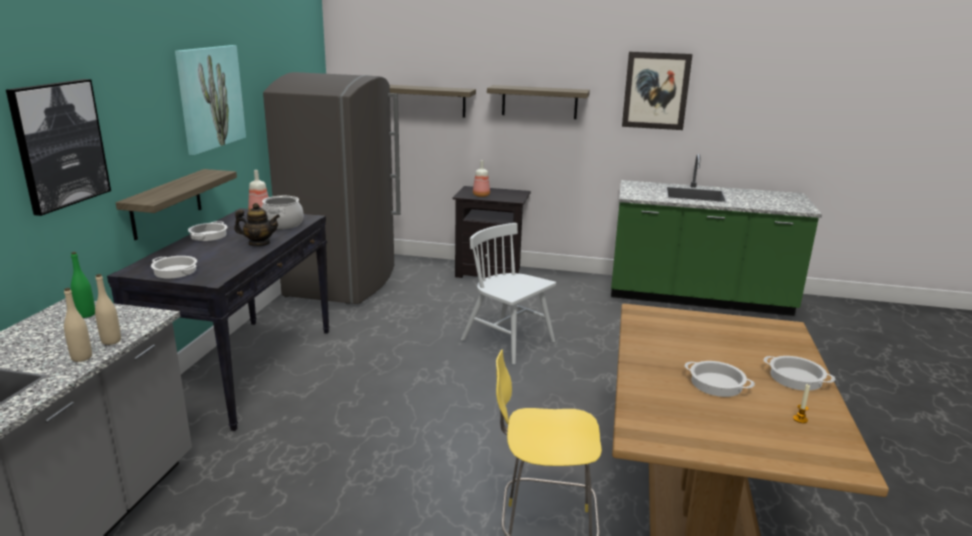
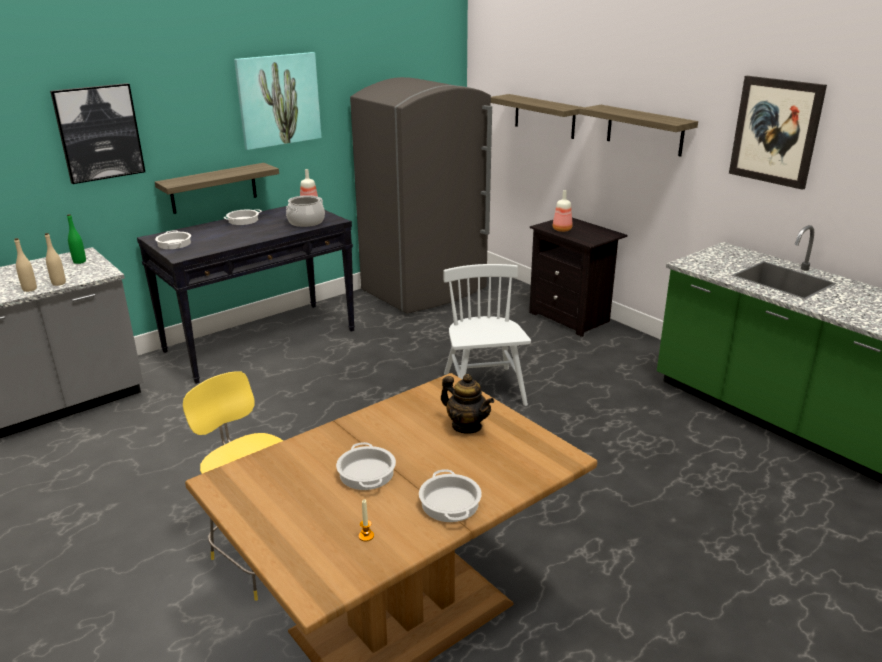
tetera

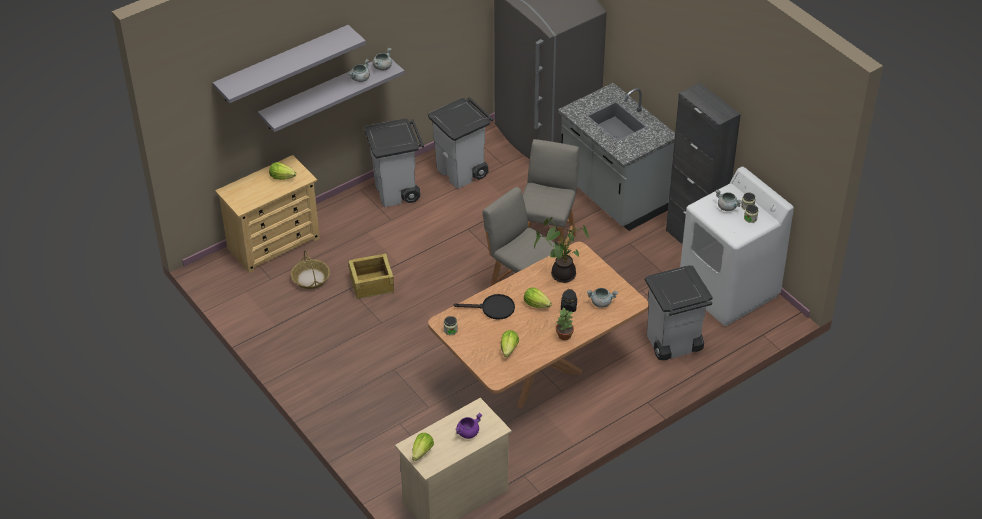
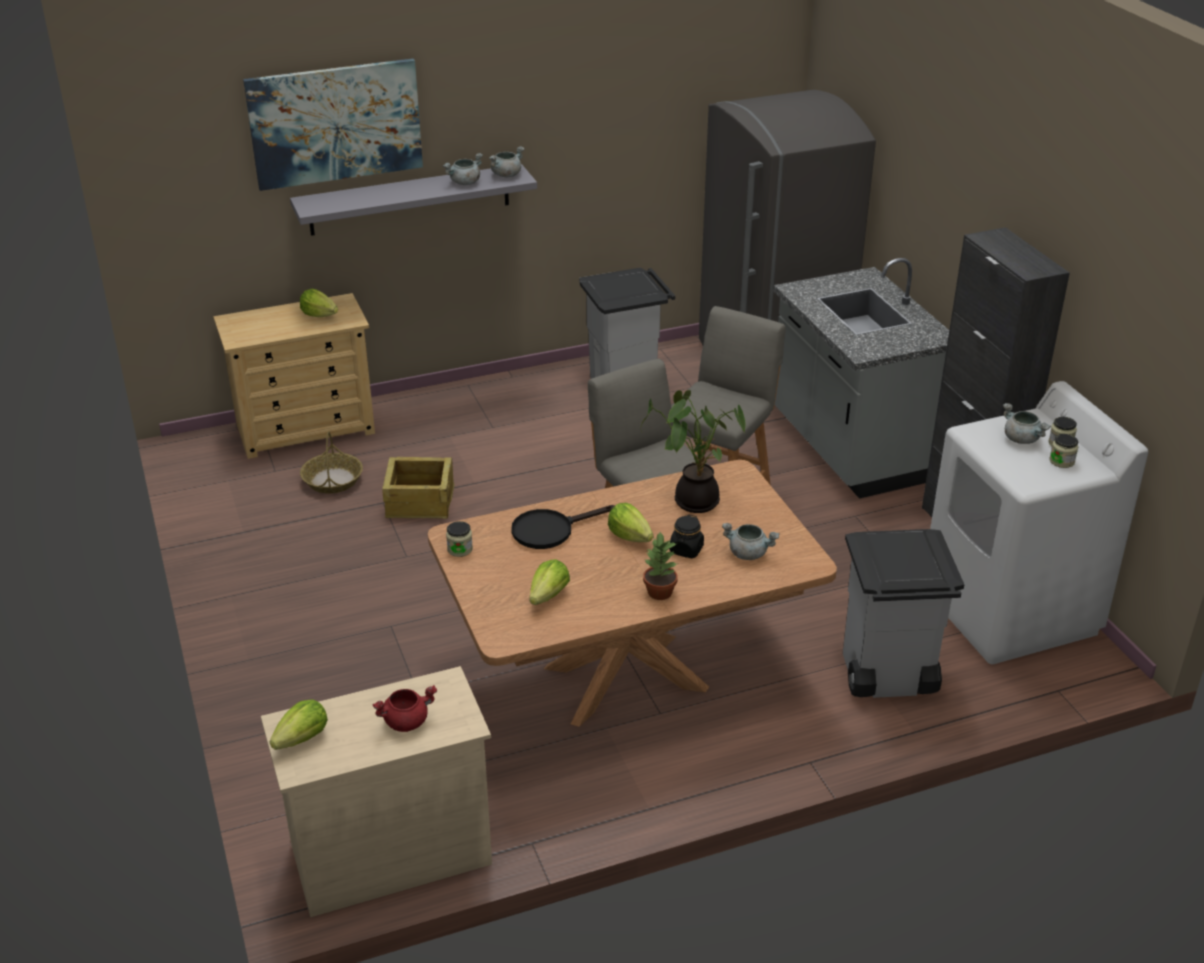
cuadro
papelera/gris (no. 1 from left in the first image)
sartén/negro
olla/rojo

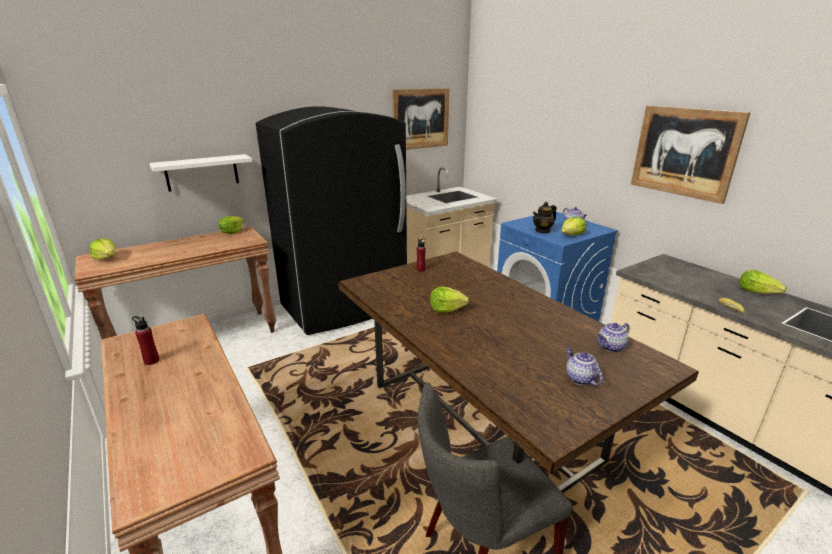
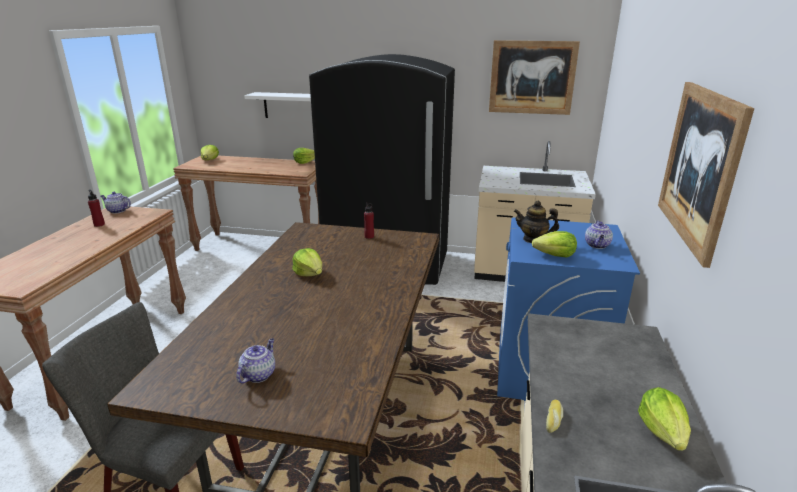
tetera (no. 1 from left)

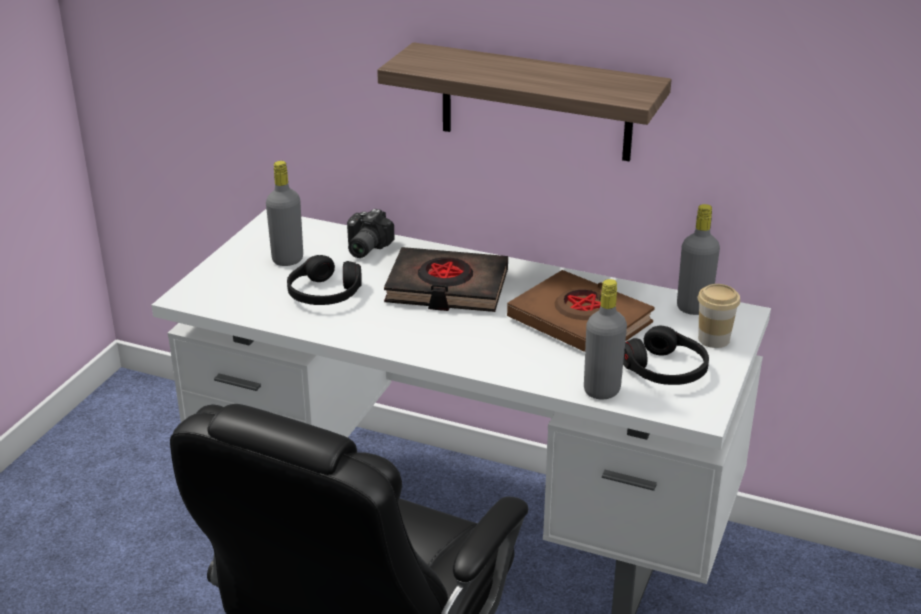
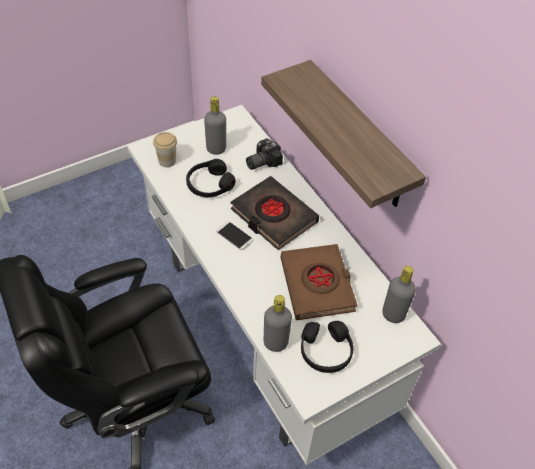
taza
móvil

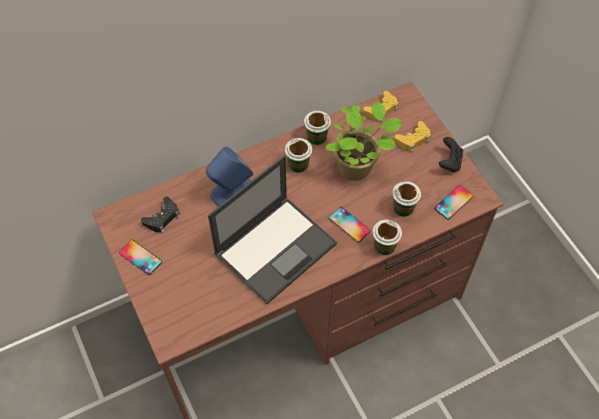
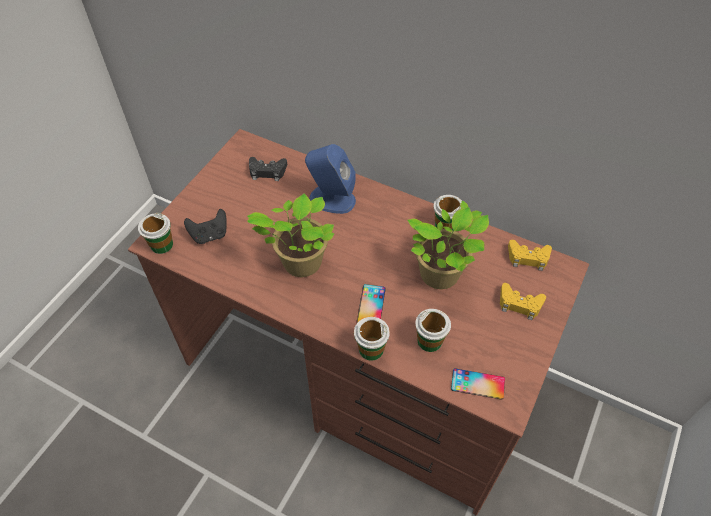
mando de consola/negro (no. 1 from left)
taza (no. 1 from left)
planta en maceta (no. 1 from left)
móvil (no. 1 from left in the first image)

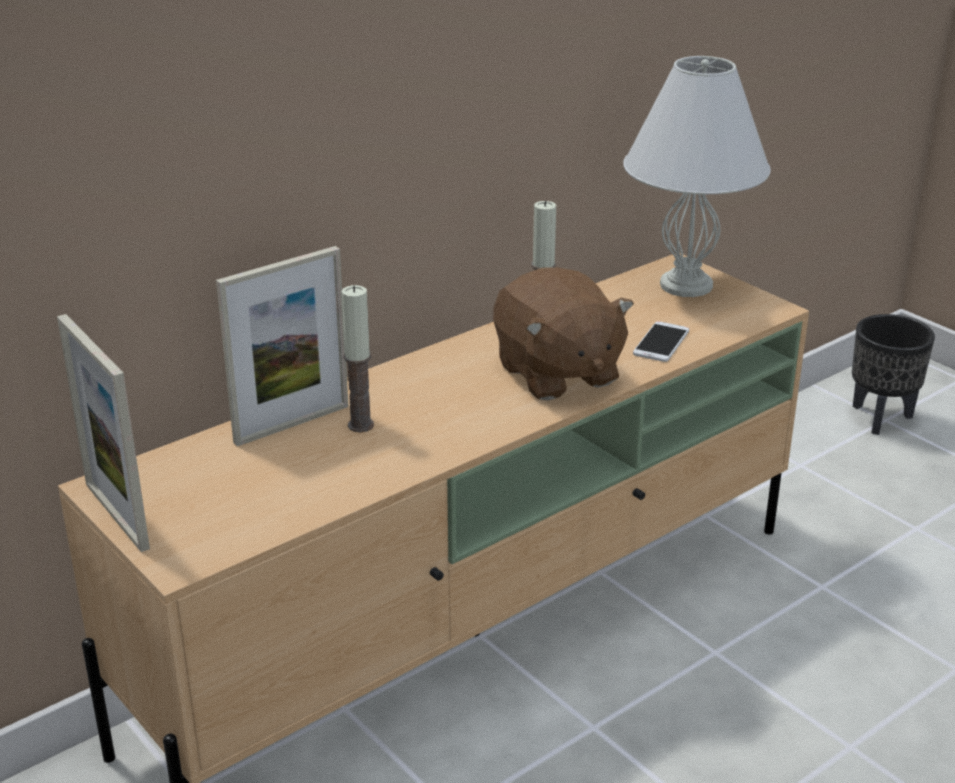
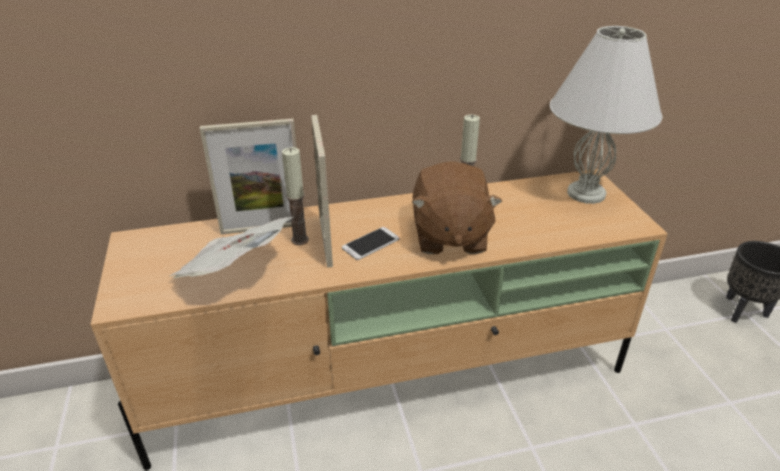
portarretratos (no. 2 from left)
móvil
periódico

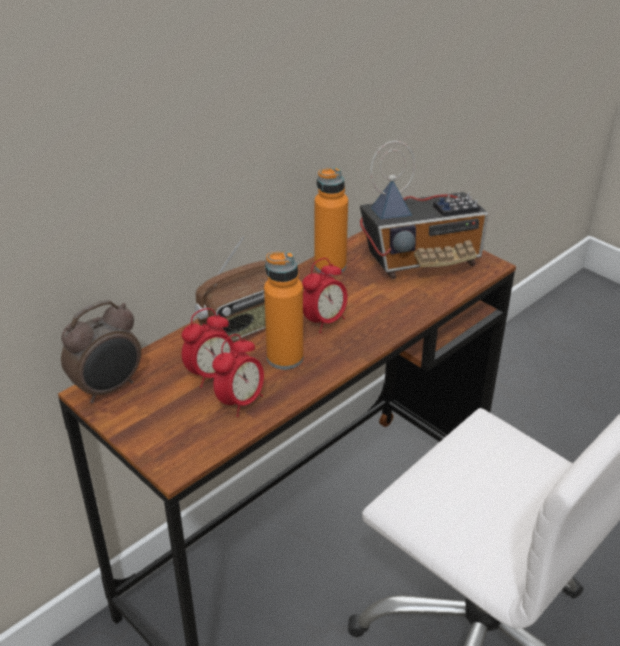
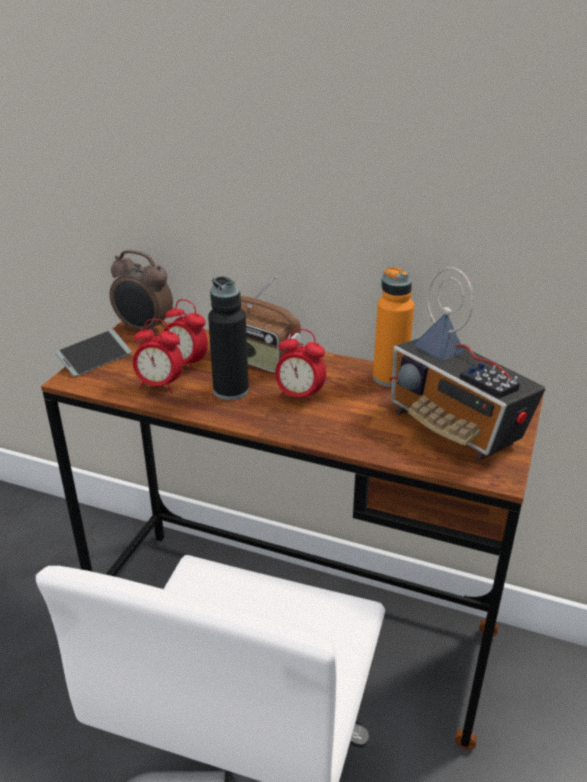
botella/negro
móvil

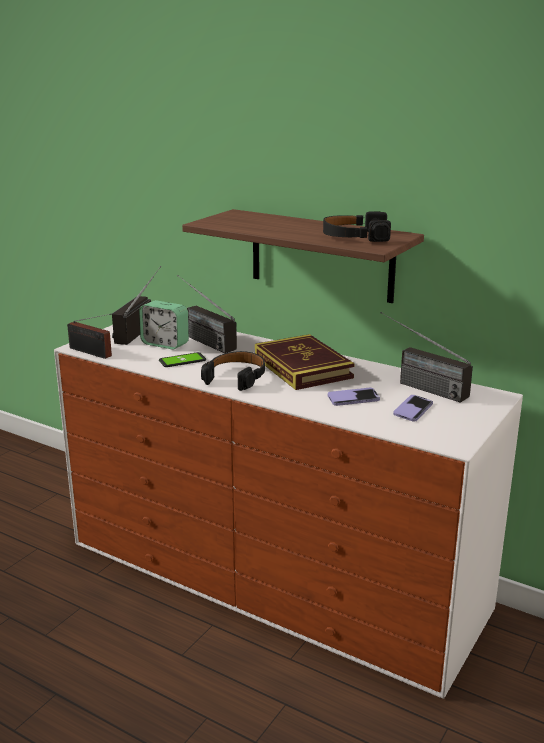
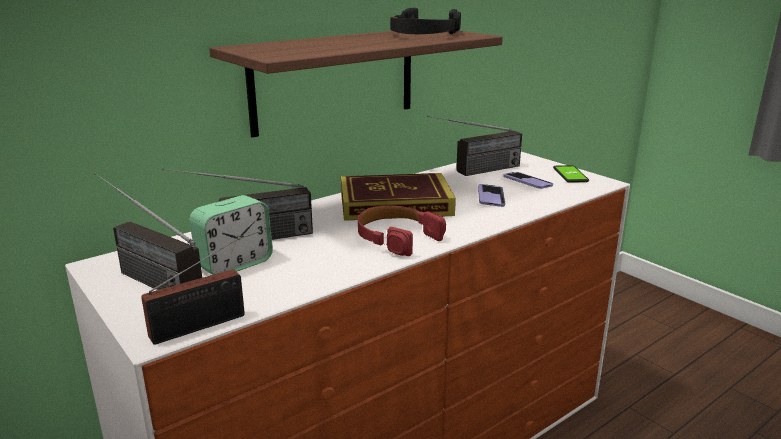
auriculares/rojo
móvil (no. 3 from left)

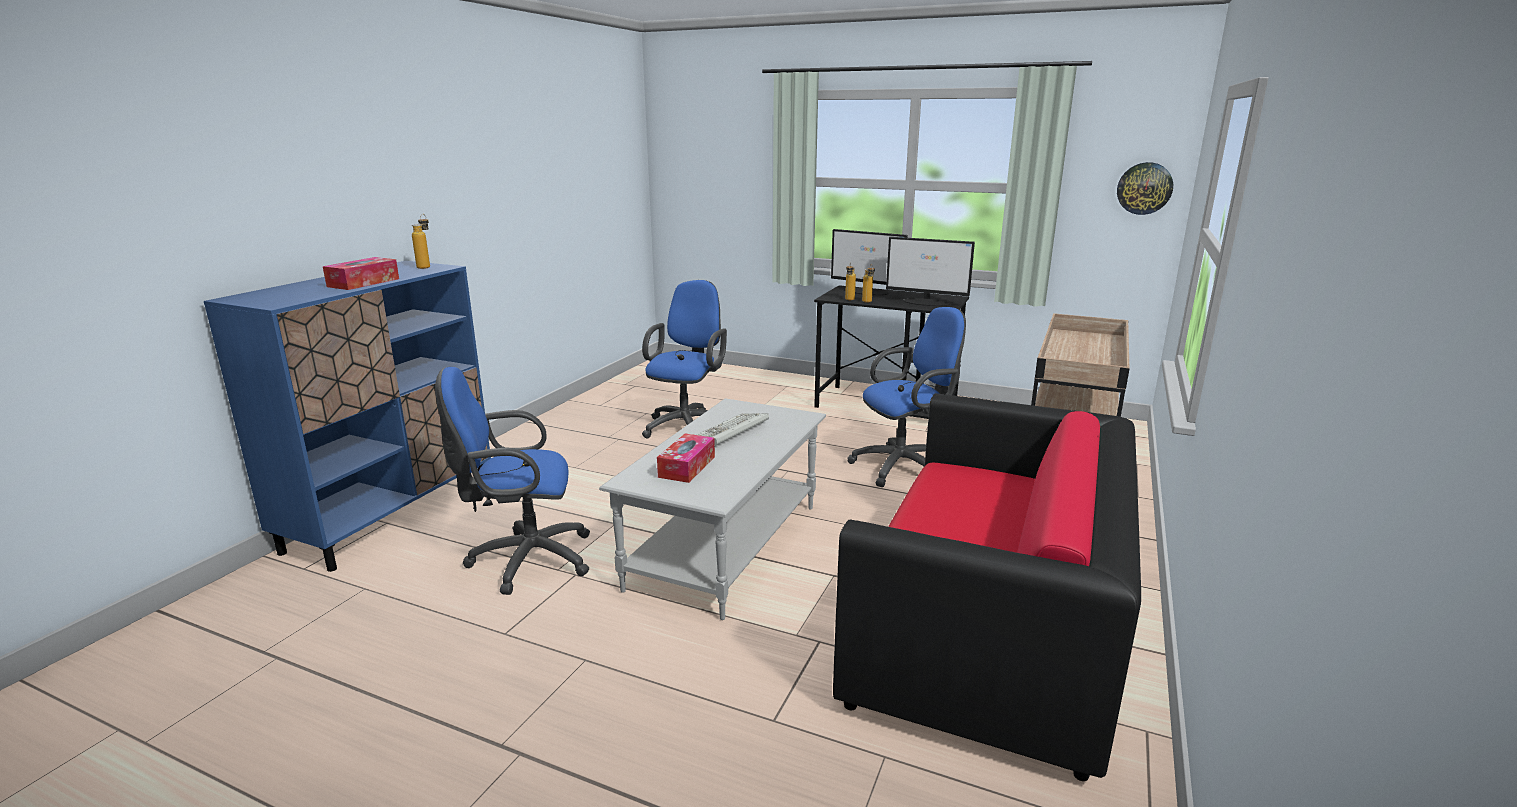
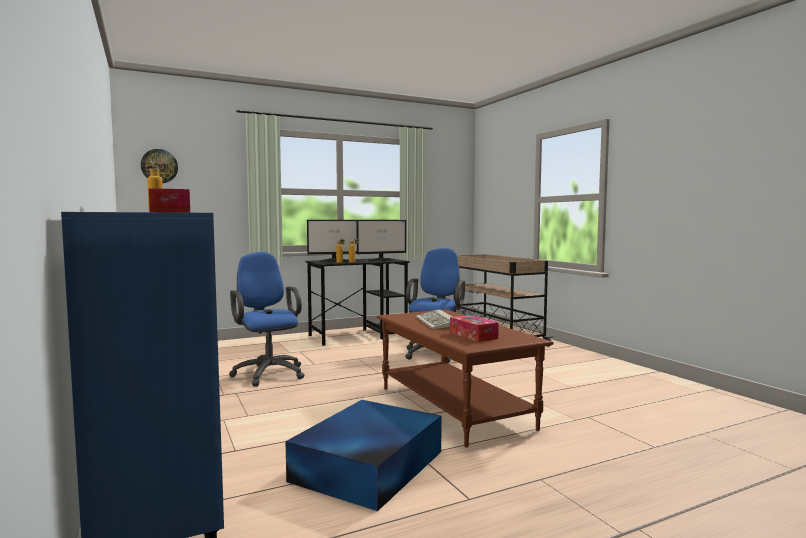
reloj de pared
caja de almacenaje/azul
sofá
mesa de centro/marrón

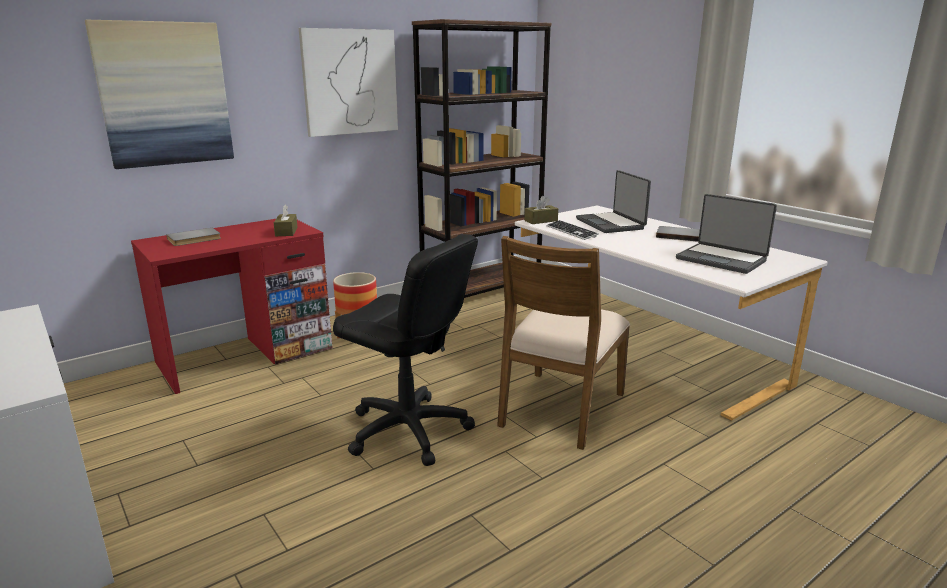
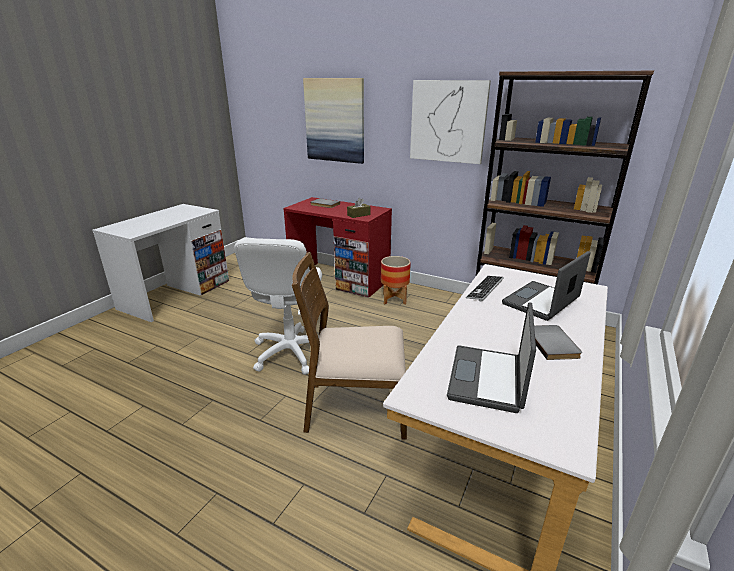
caja de pañuelos/marrón (no. 2 from left in the first image)
silla de oficina/blanco

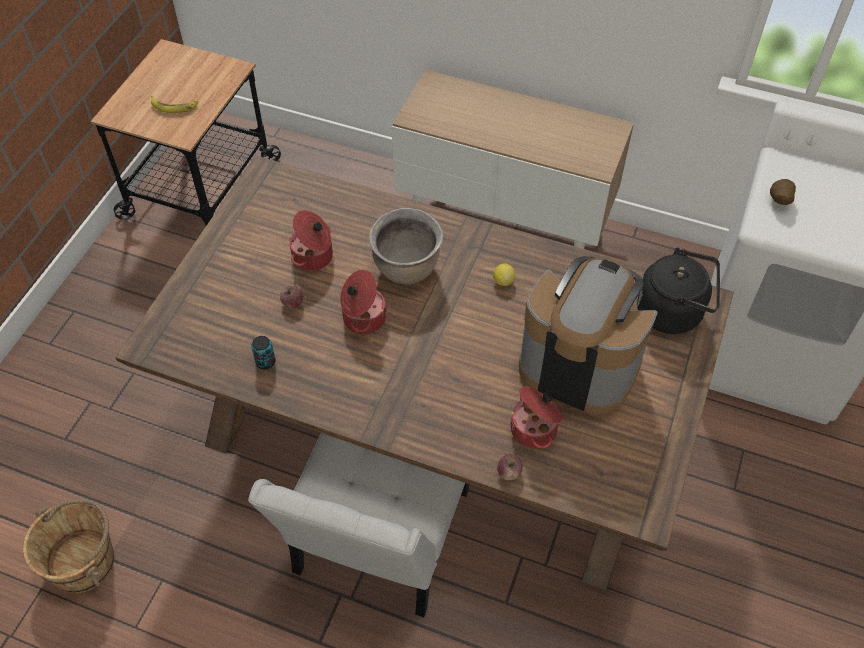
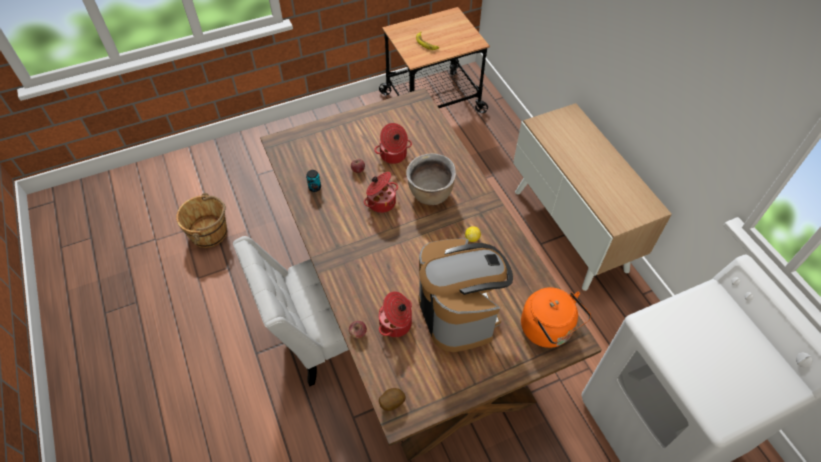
patata
hervidor/naranja

